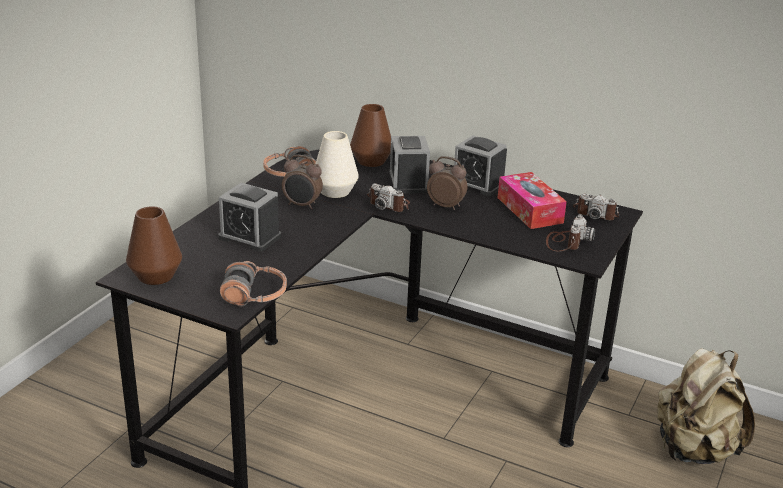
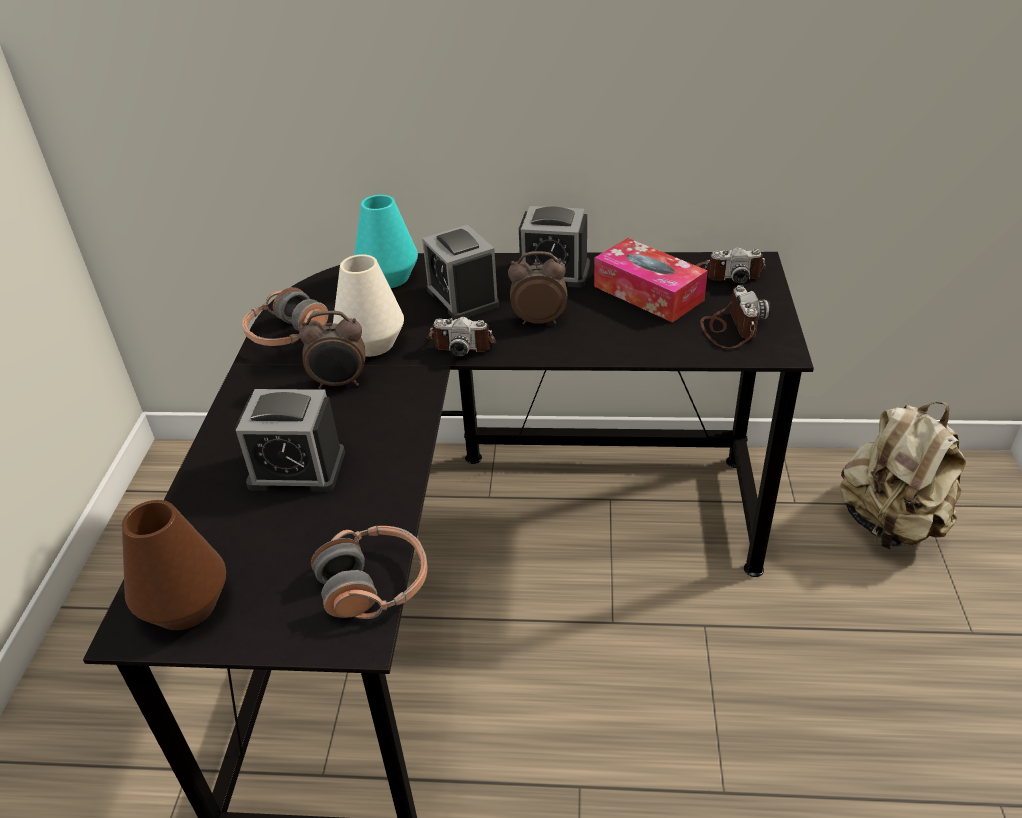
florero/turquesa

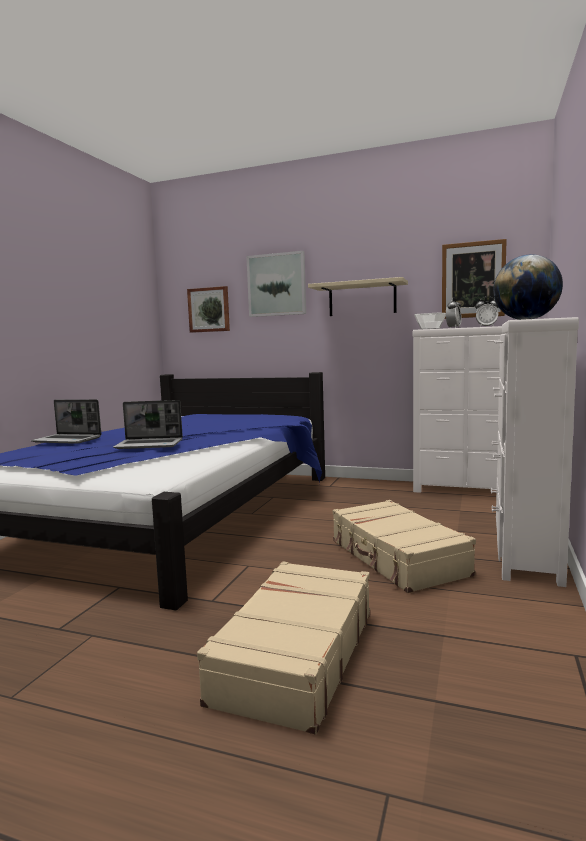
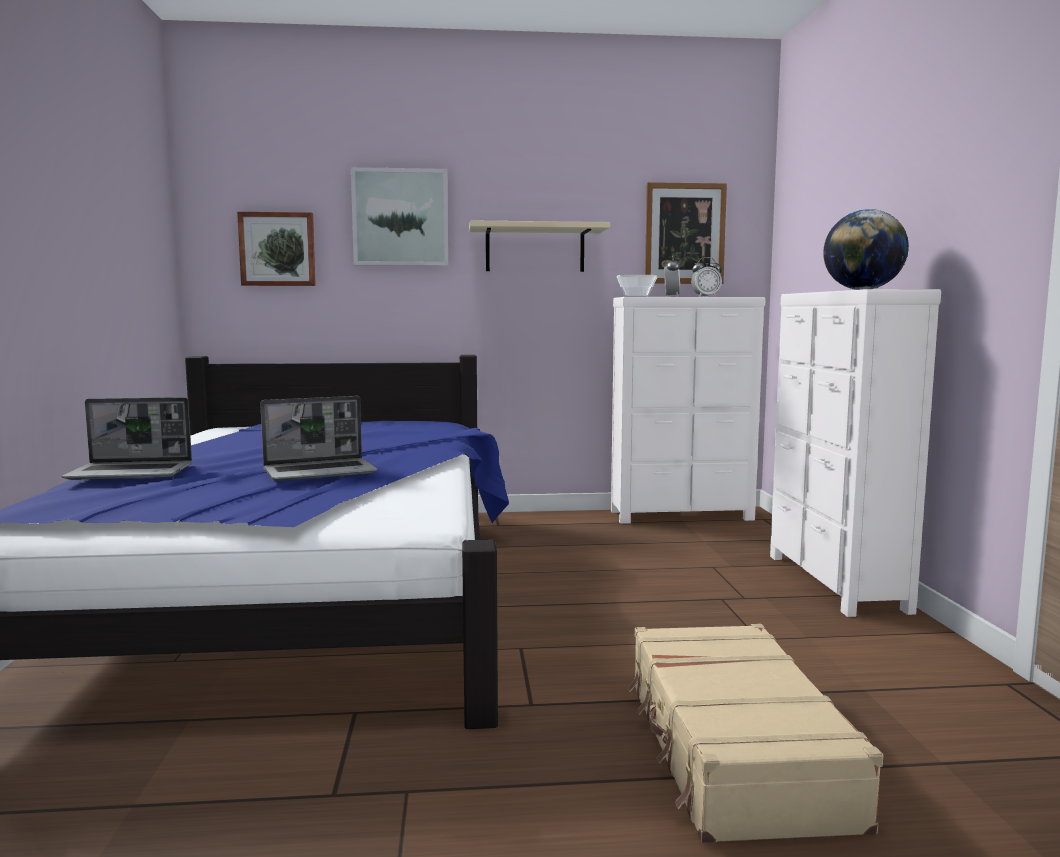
maleta/beis (no. 2 from left in the first image)

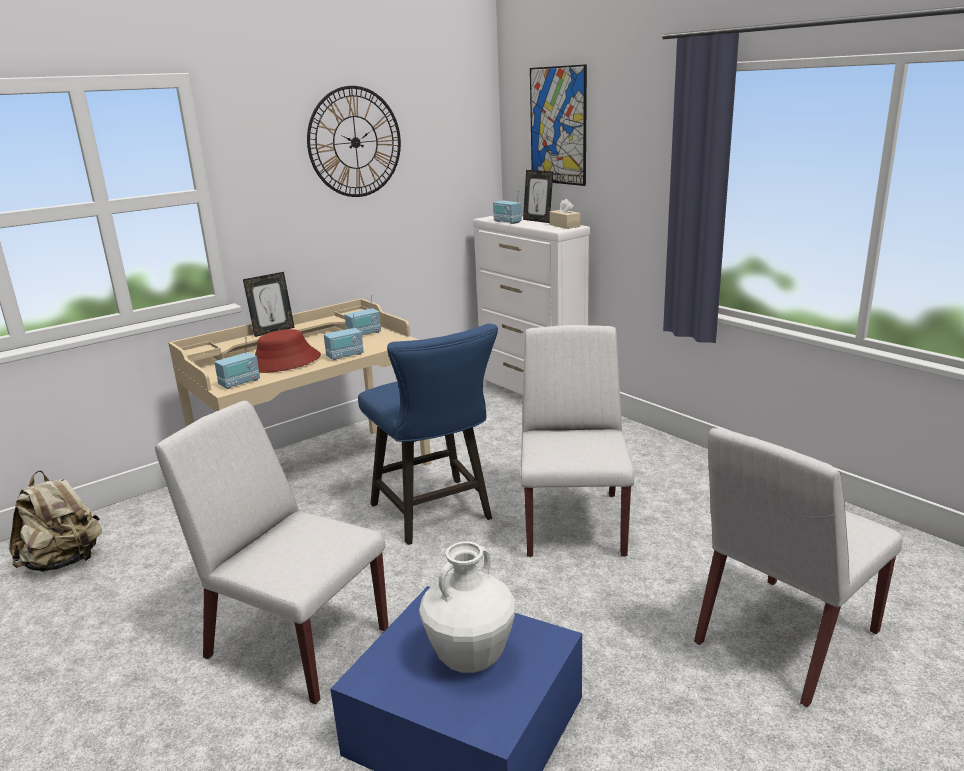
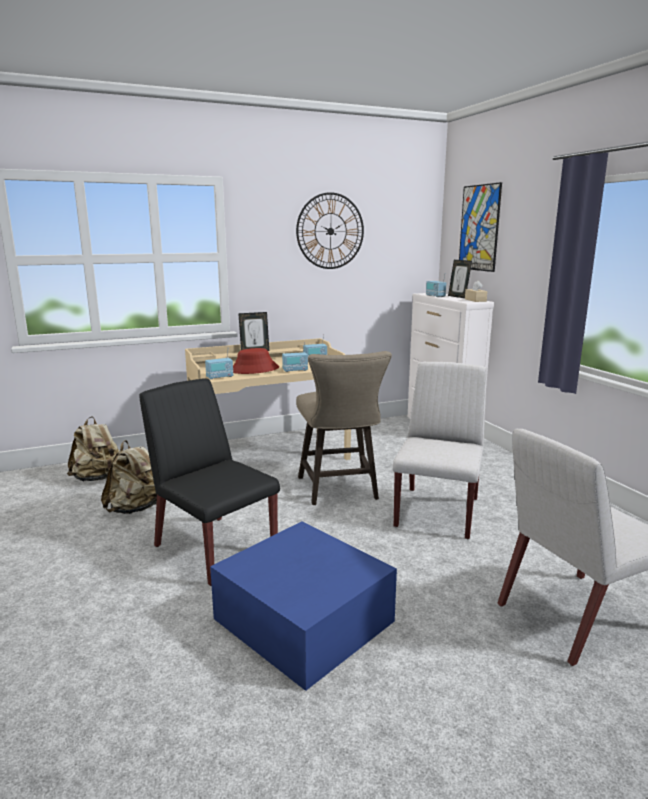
taburete/beis
silla/negro
florero/blanco
mochila/beis (no. 2 from left)

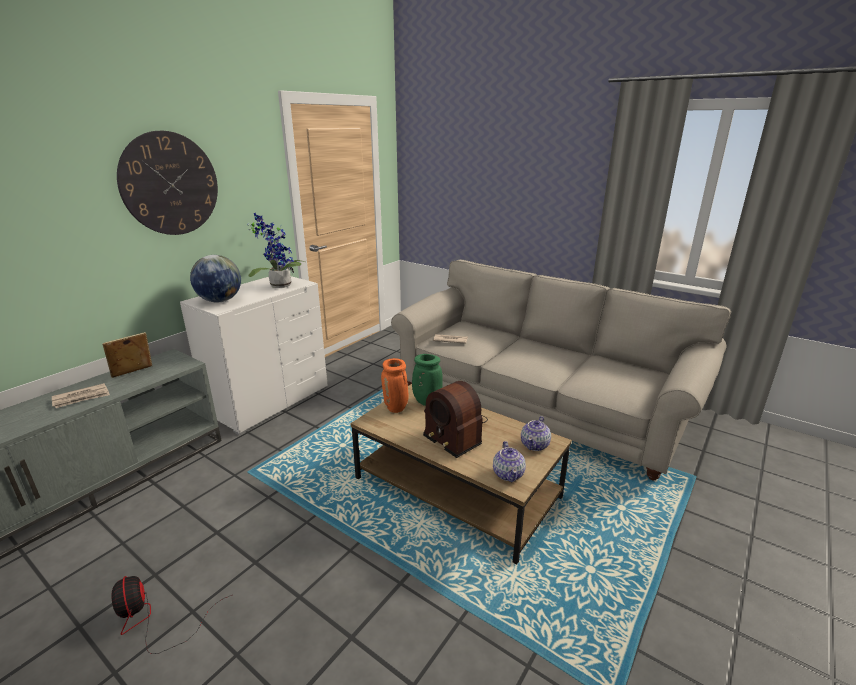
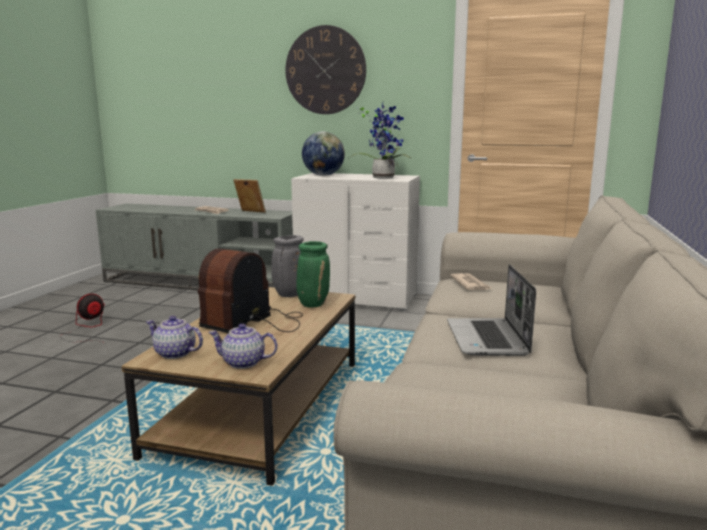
florero/gris
tetera (no. 1 from left)
portátil

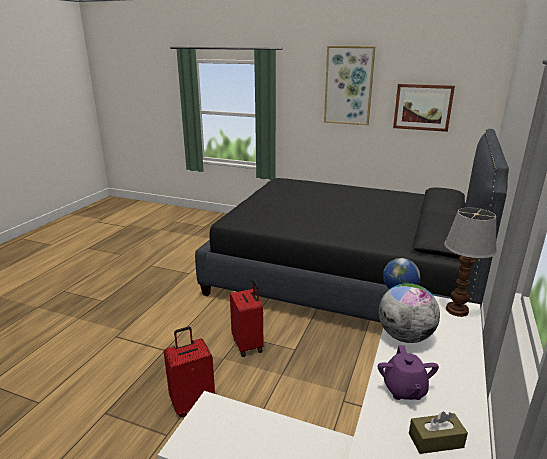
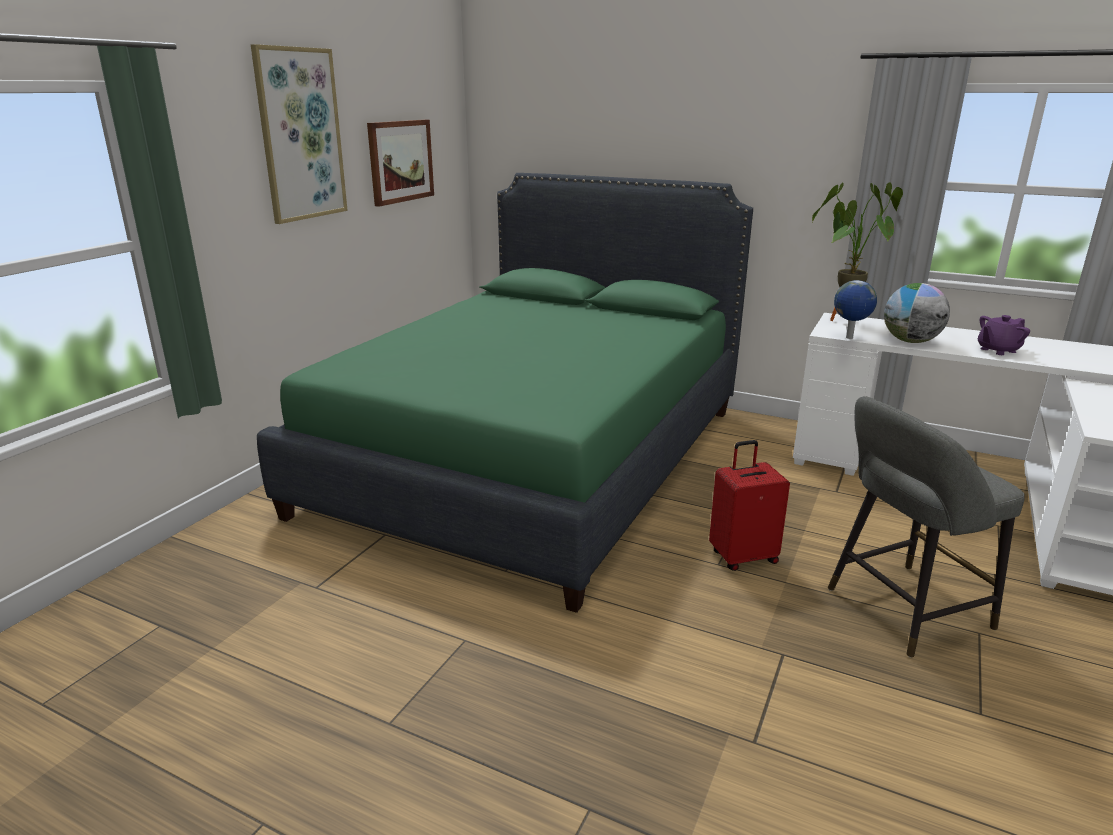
cama/verde
planta en maceta
taburete/gris
tetera/morado
caja de pañuelos/marrón

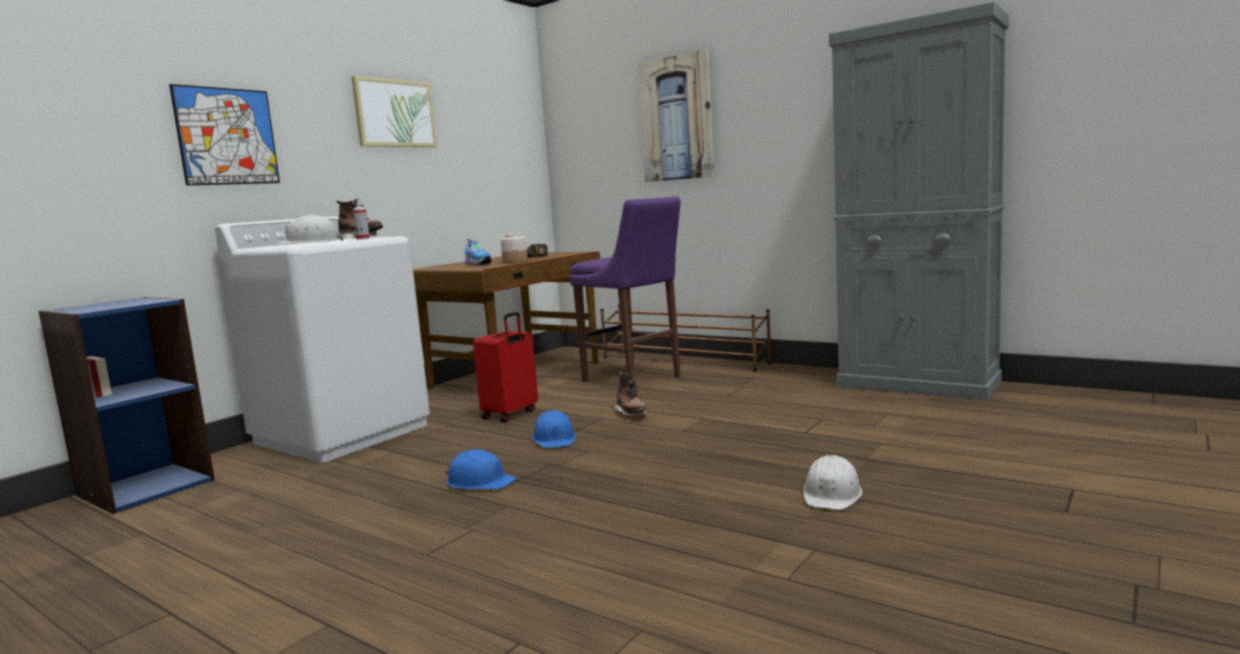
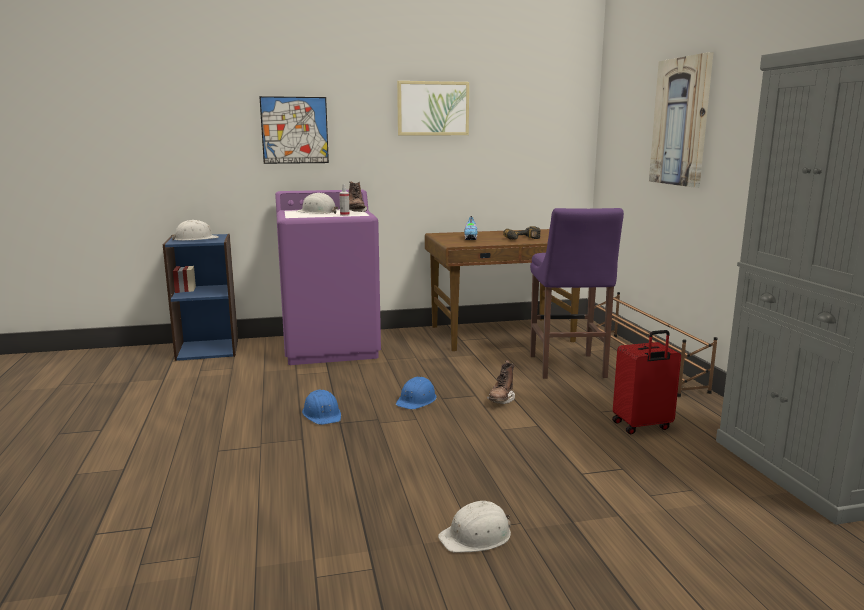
lavadora/morado
tarro
maleta/rojo
casco/blanco (no. 1 from left)

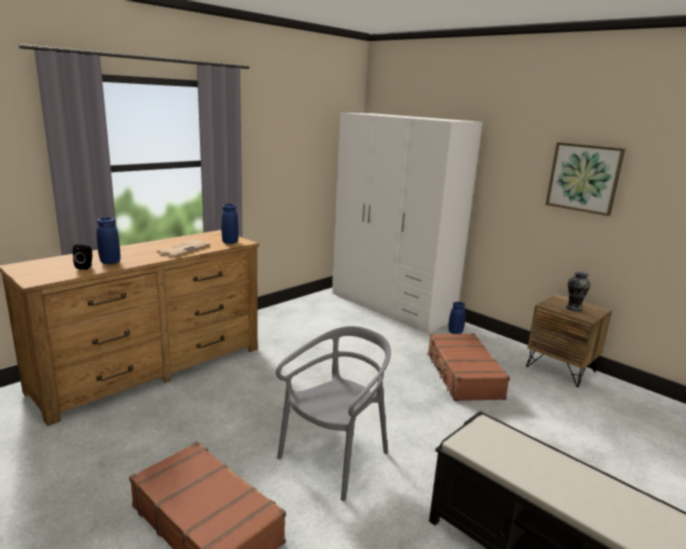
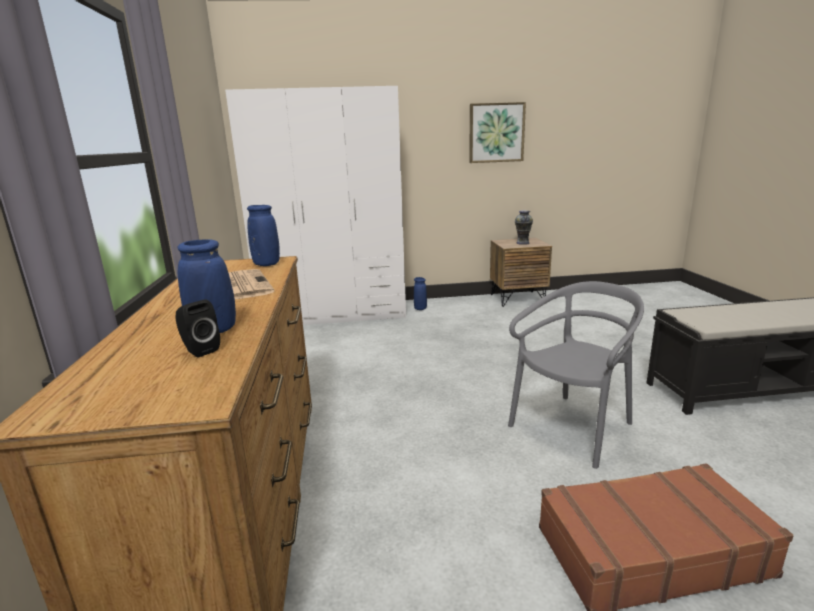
silla/gris
maleta/marrón (no. 2 from left in the first image)

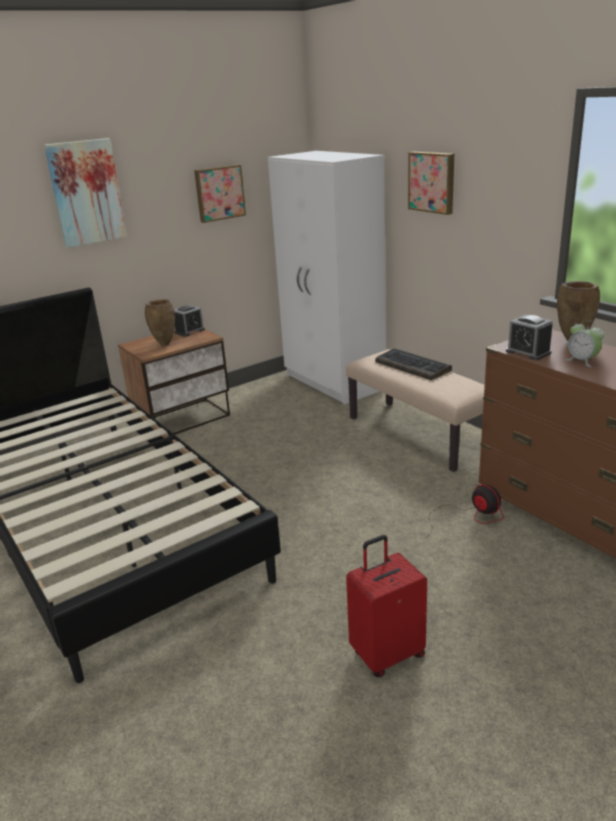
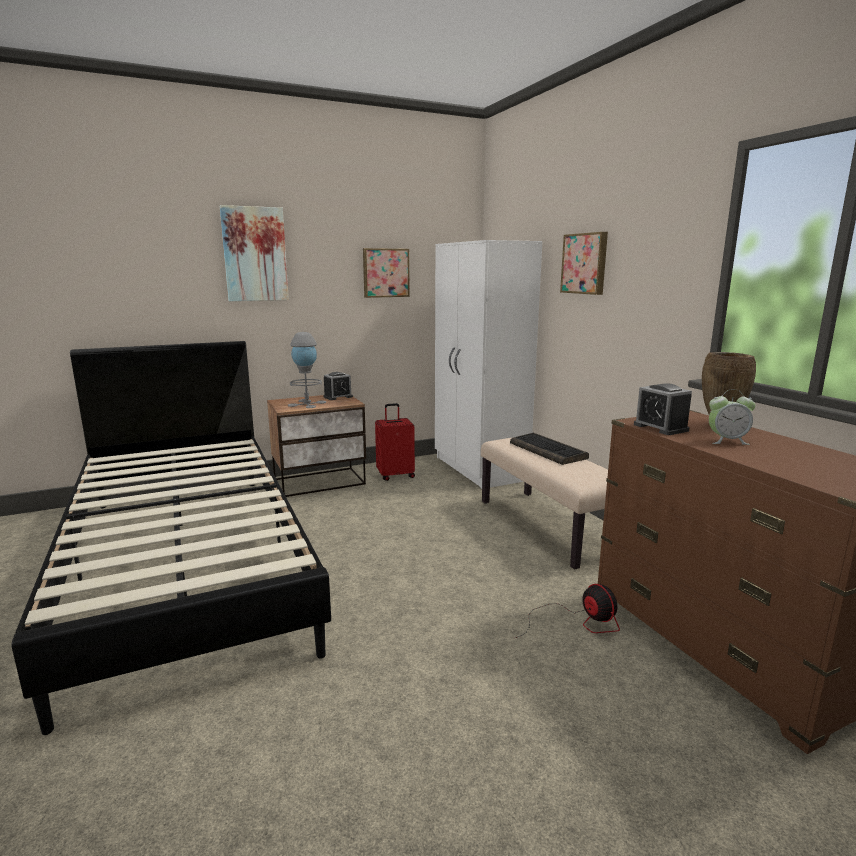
lámpara de mesa/gris
despertador (no. 3 from left)
maleta/rojo

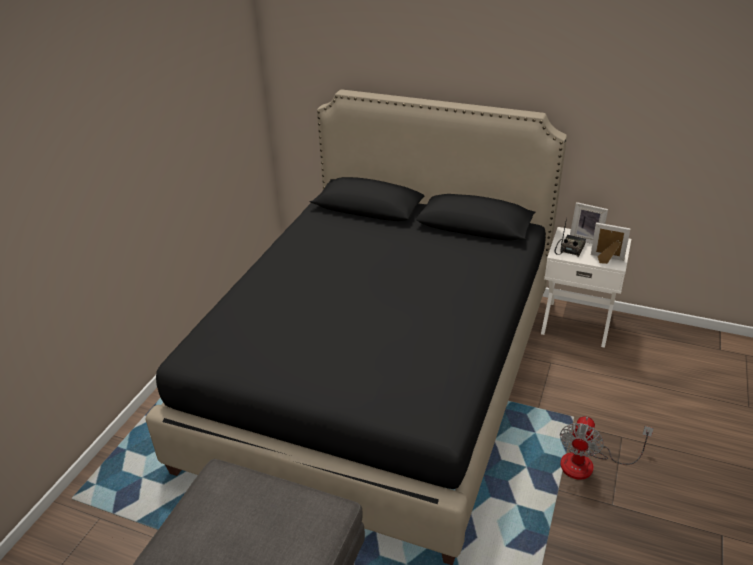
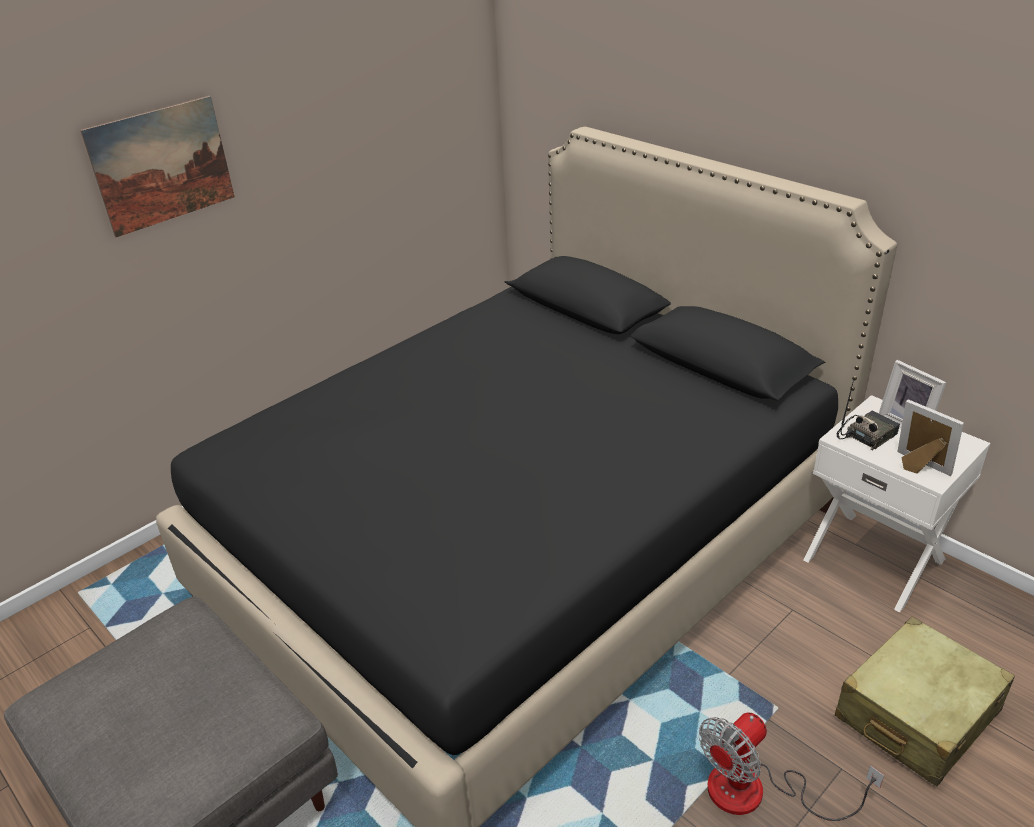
cuadro
maleta/beis

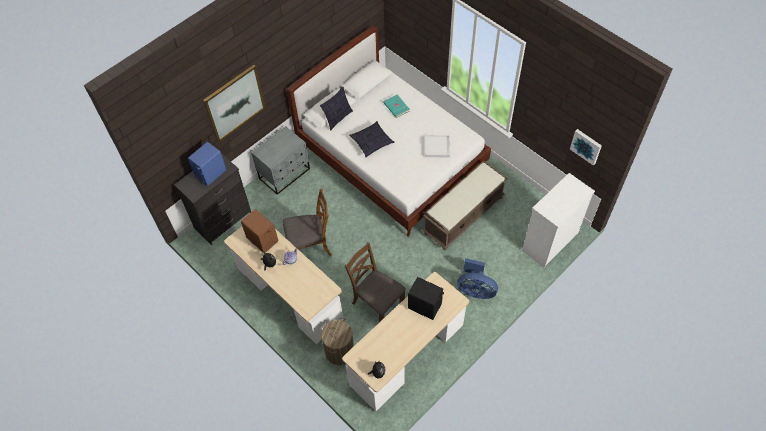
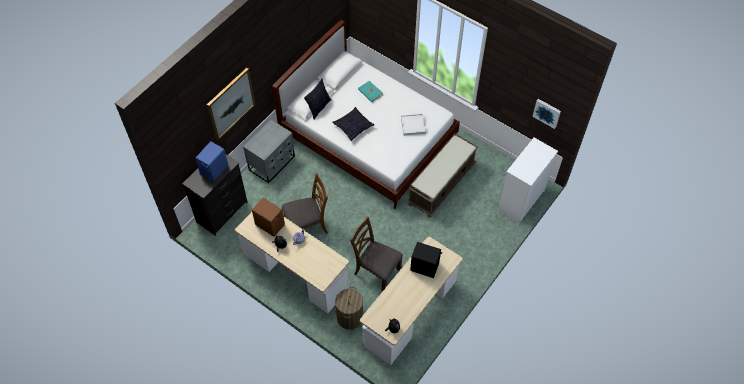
ventilador/azul

